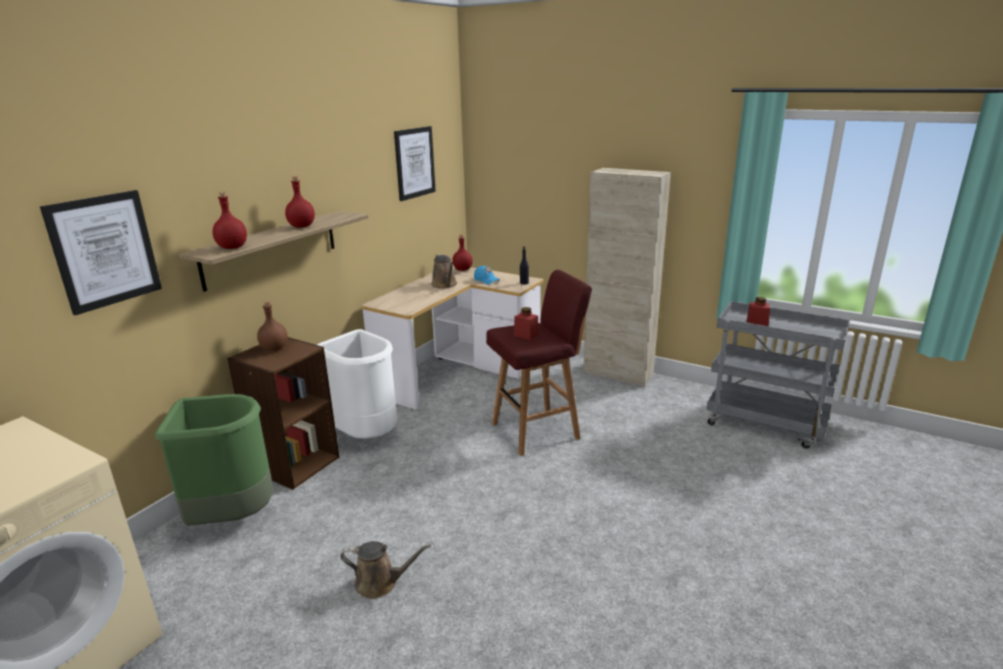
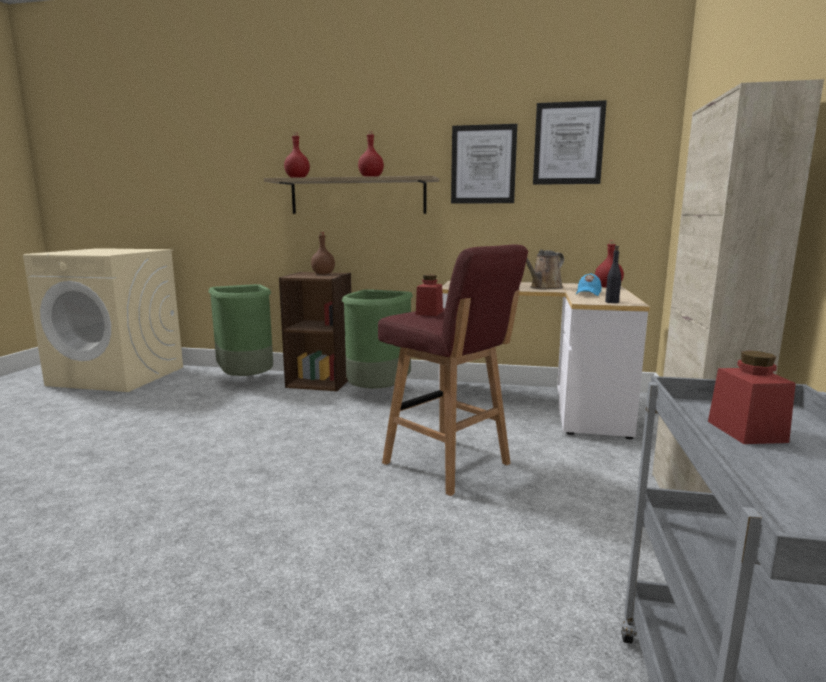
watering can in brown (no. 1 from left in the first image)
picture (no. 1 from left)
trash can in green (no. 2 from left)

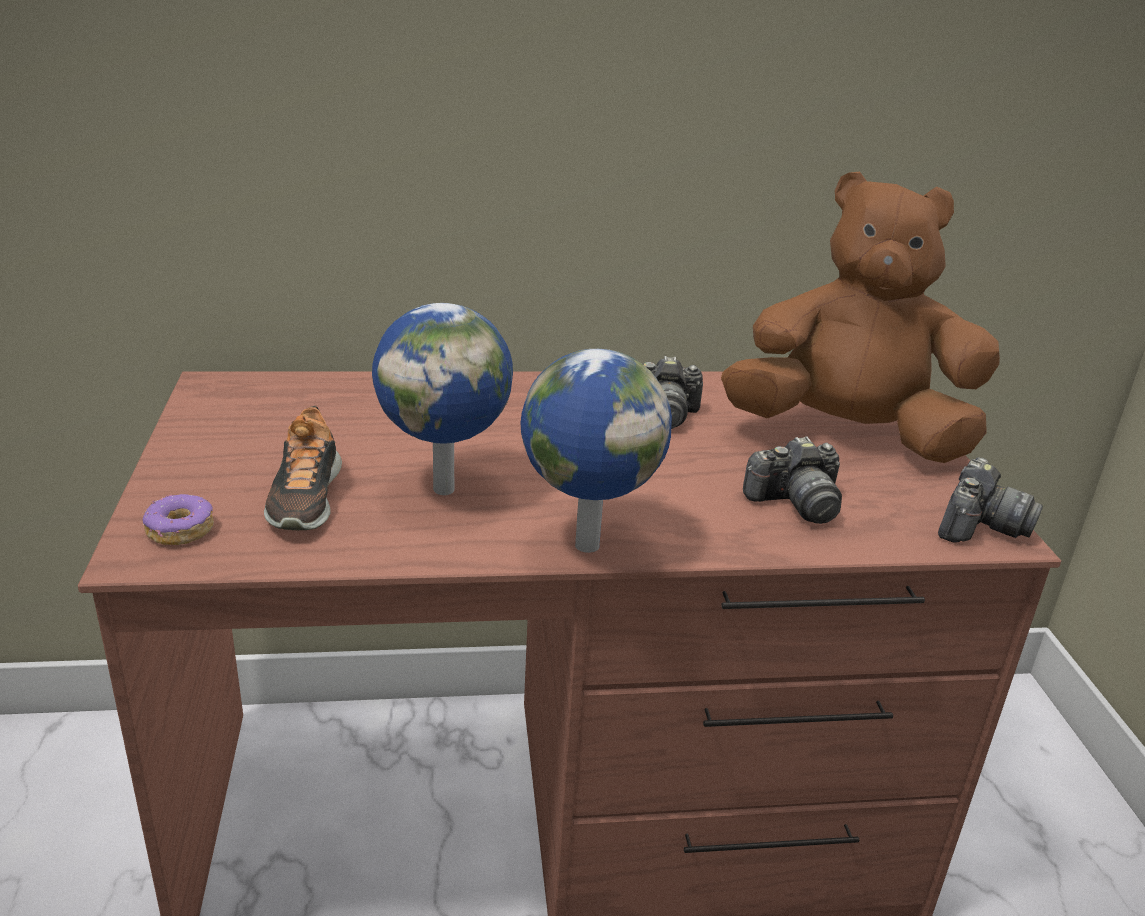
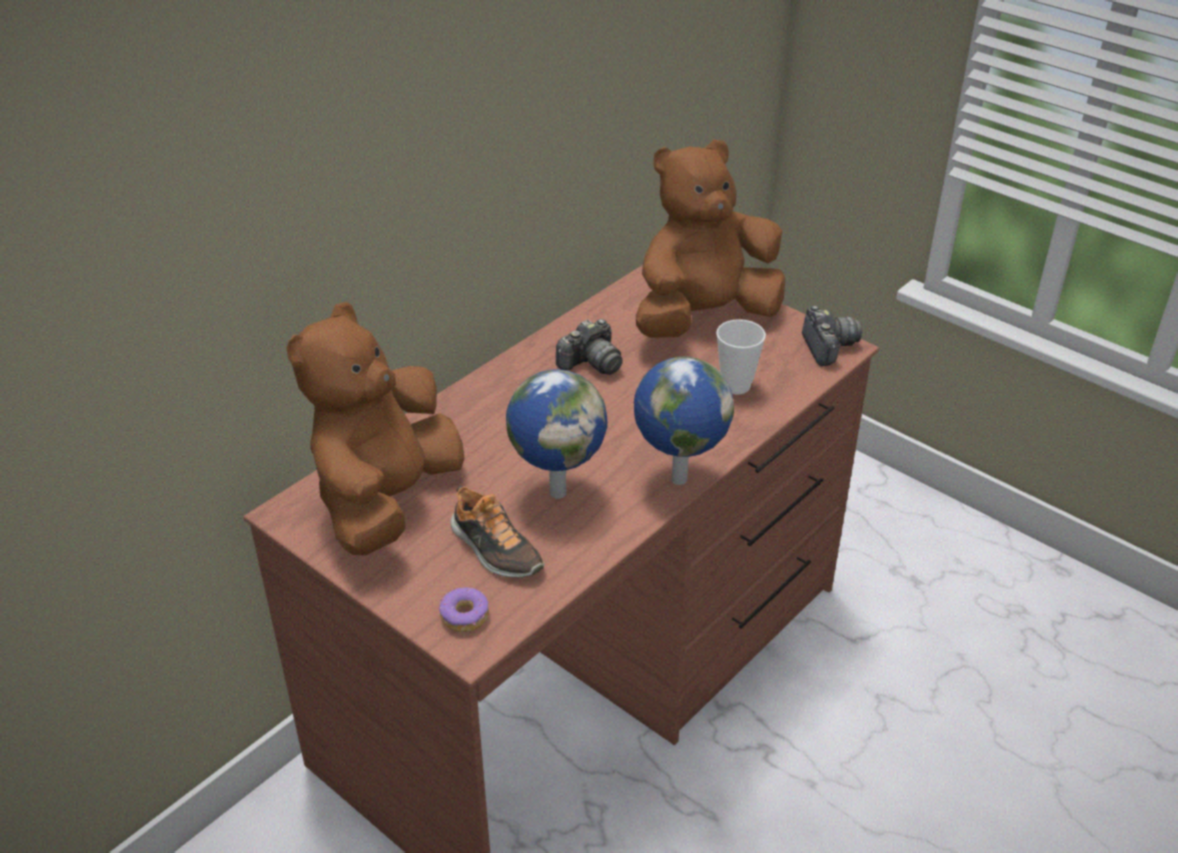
plush toy in brown (no. 1 from left)
cup

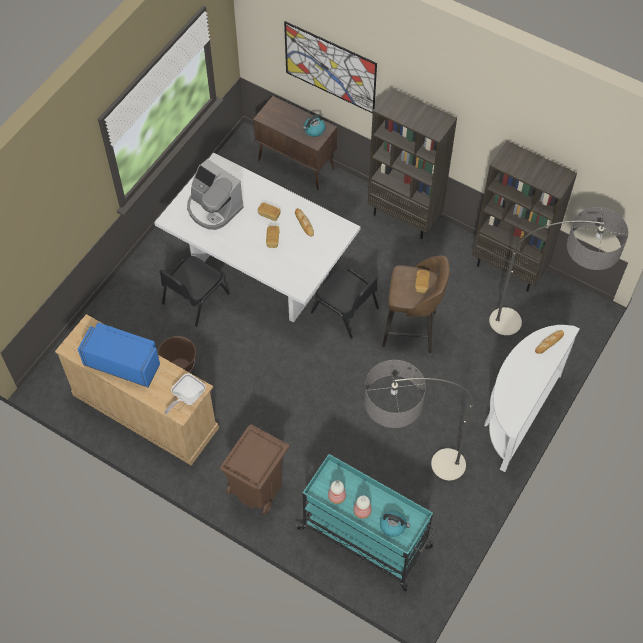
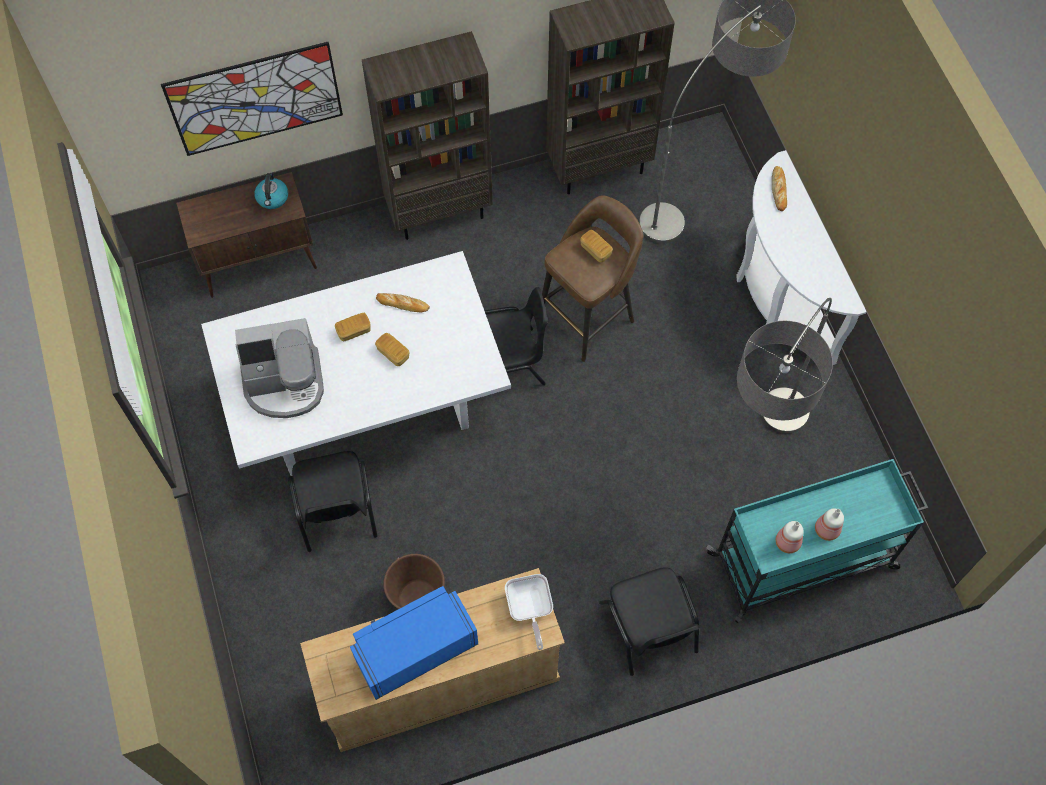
kettle (no. 2 from left in the first image)
chair in black (no. 3 from left)

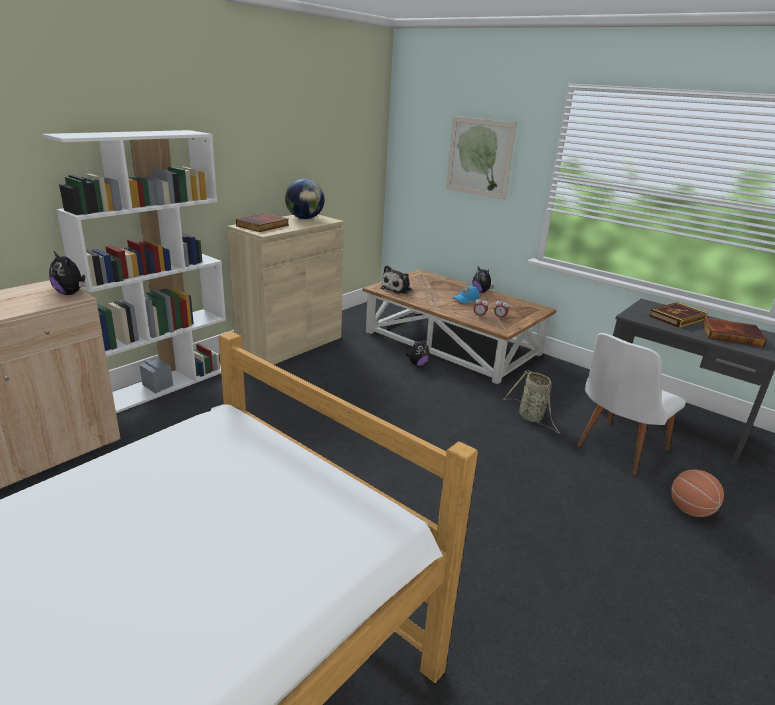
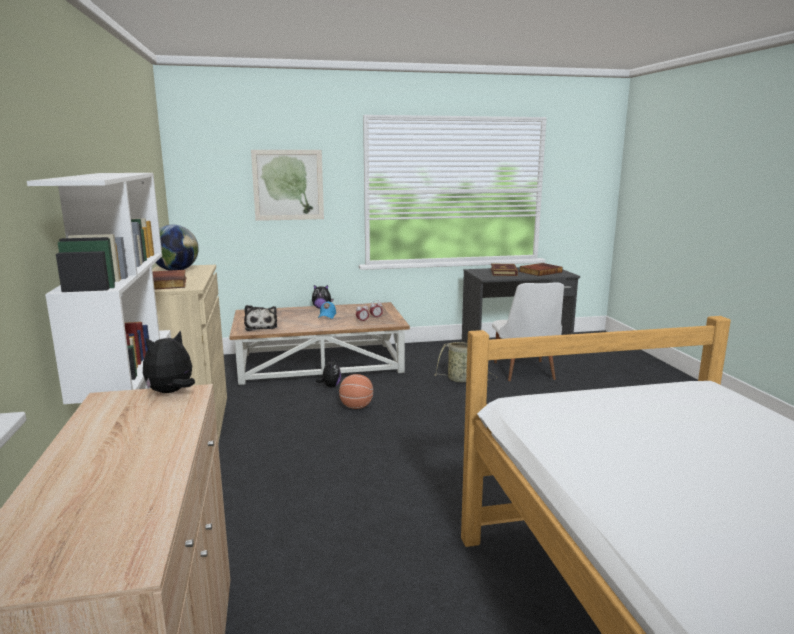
basketball
plush toy (no. 1 from left)

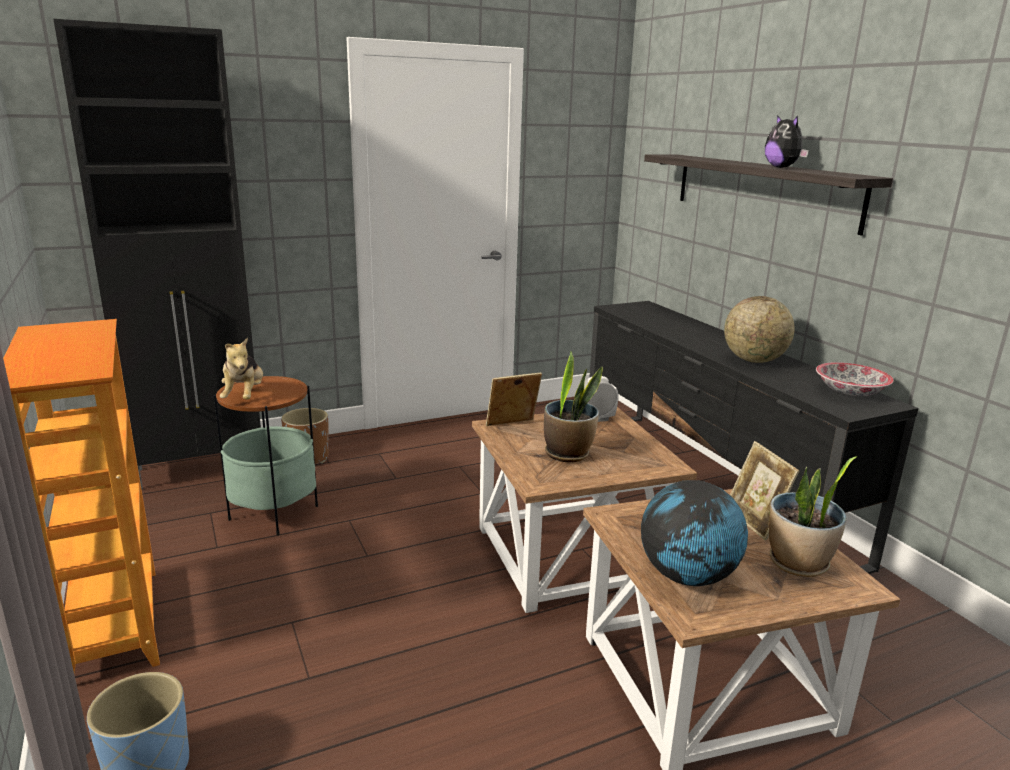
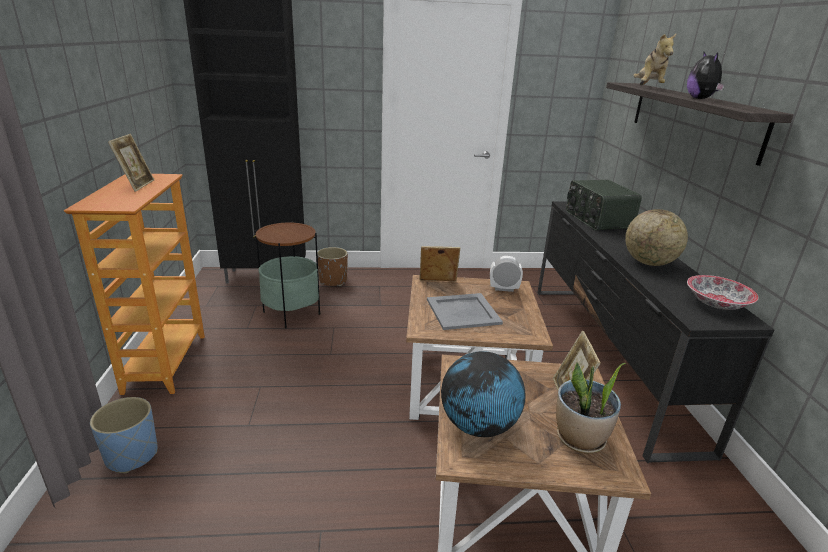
picture frame (no. 1 from left)
radio
plush toy (no. 1 from left)
tray in grey

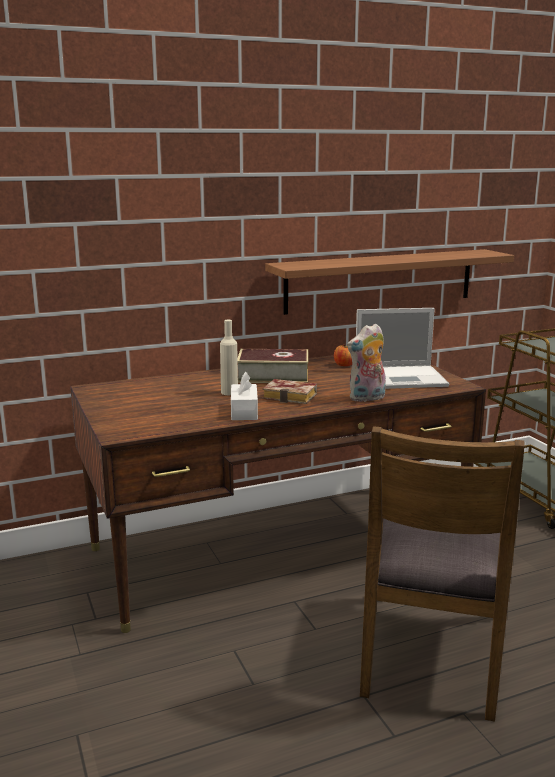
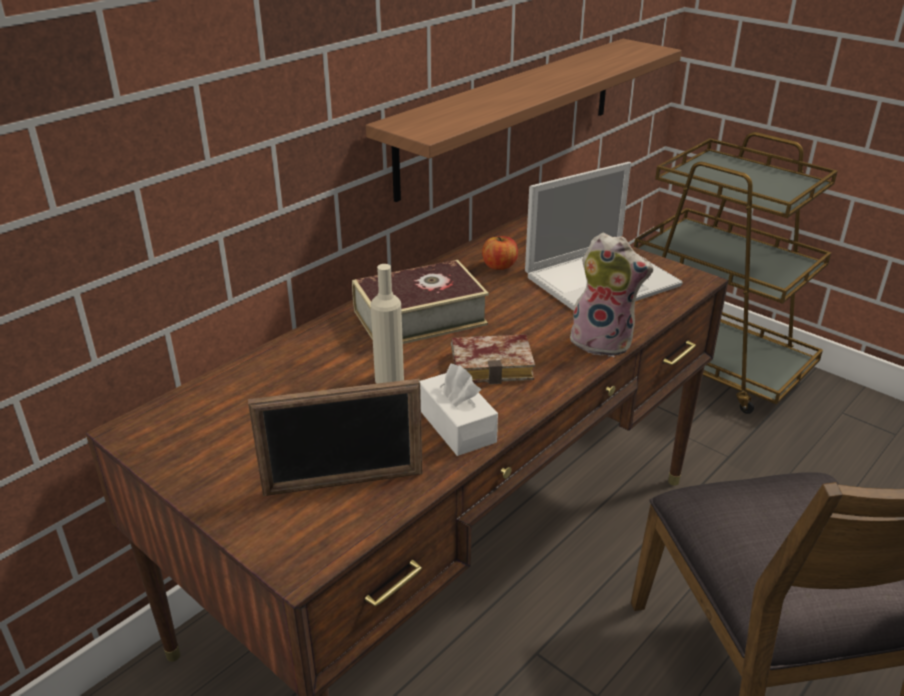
picture frame
plush toy

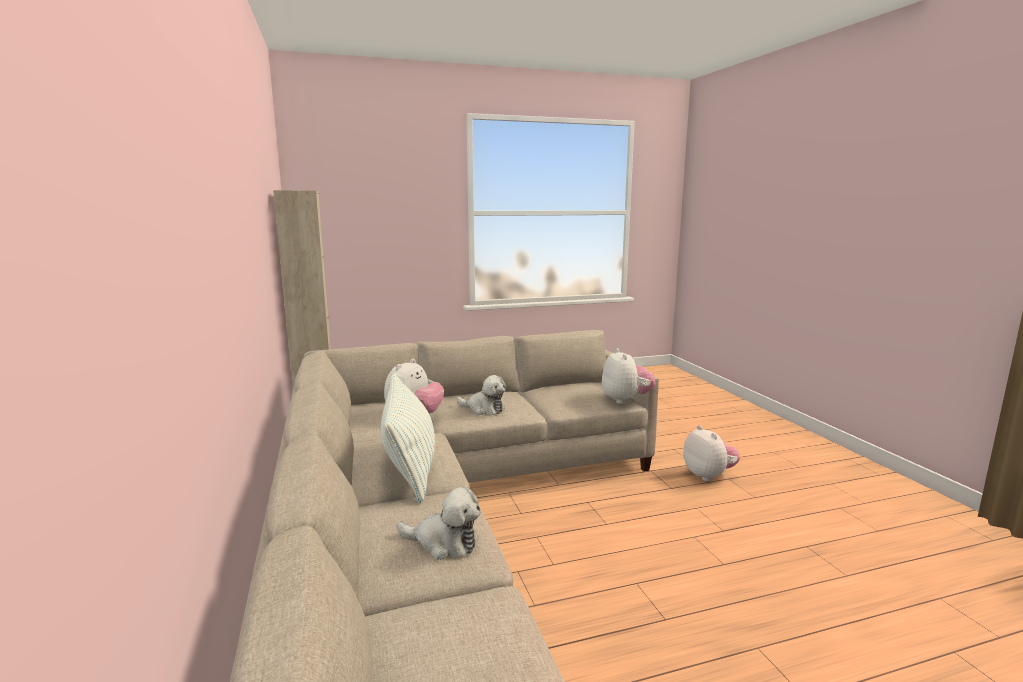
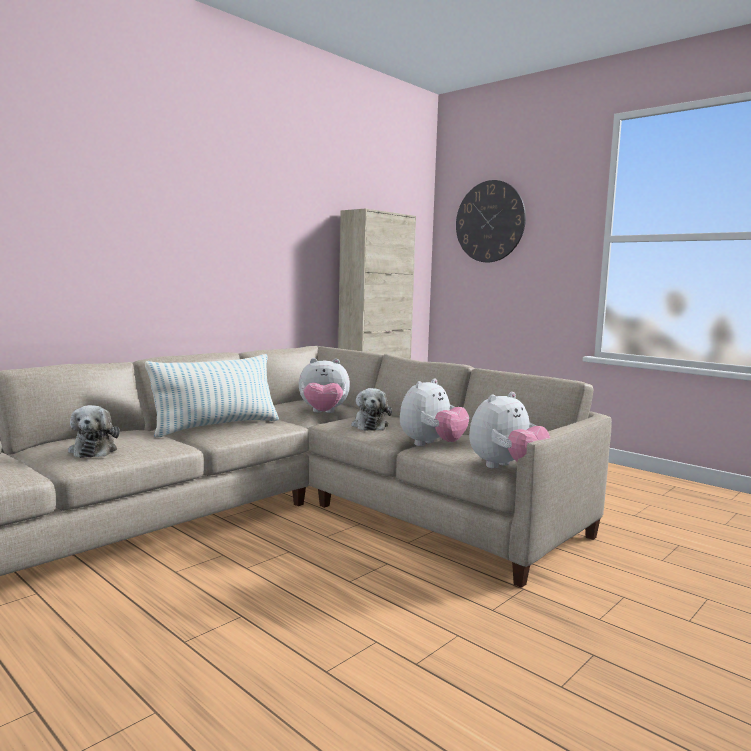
wall clock
plush toy (no. 4 from left)

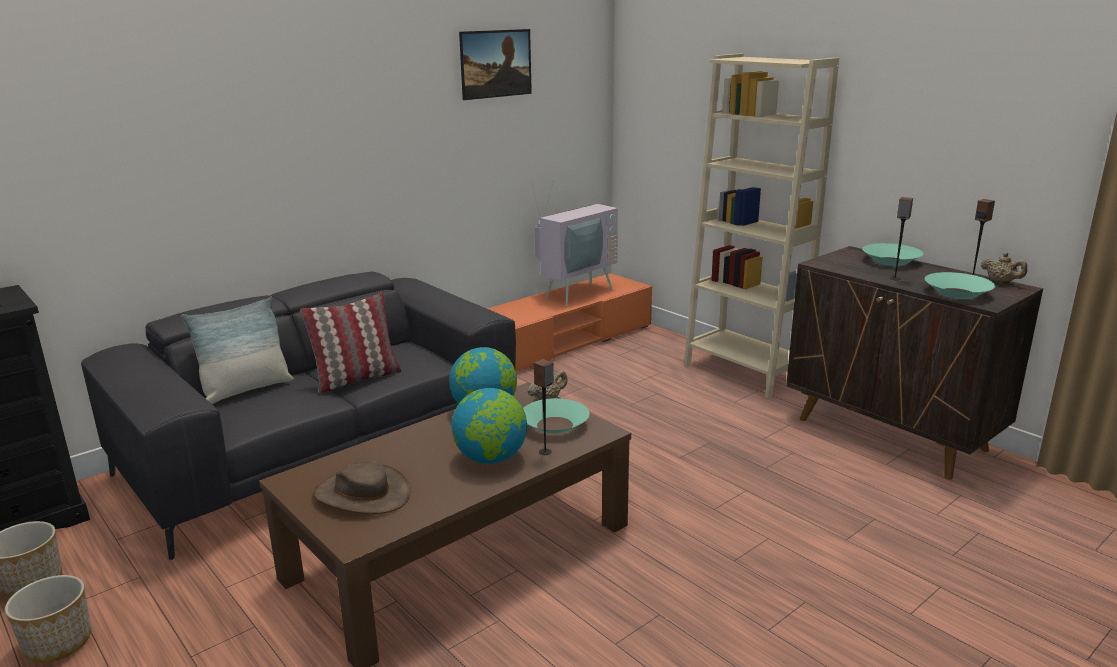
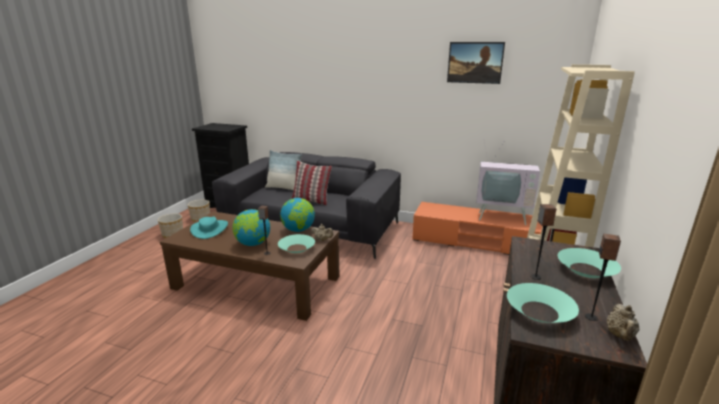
hat in turquoise

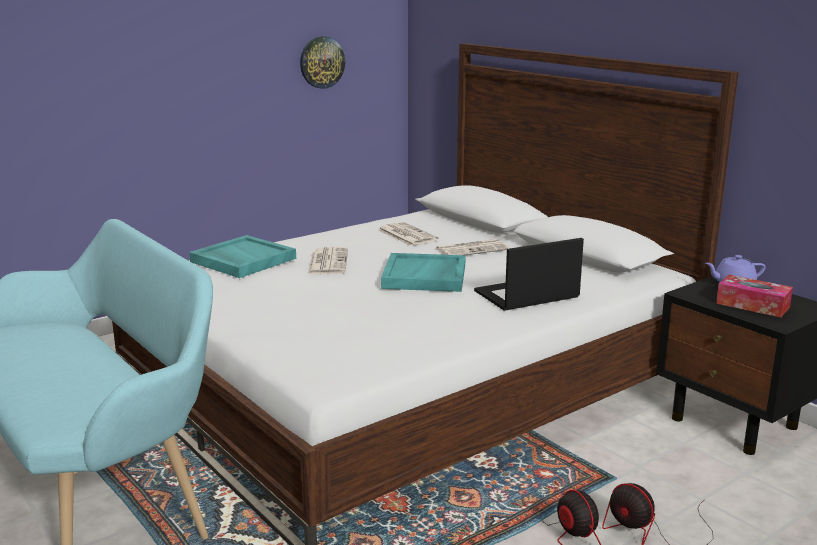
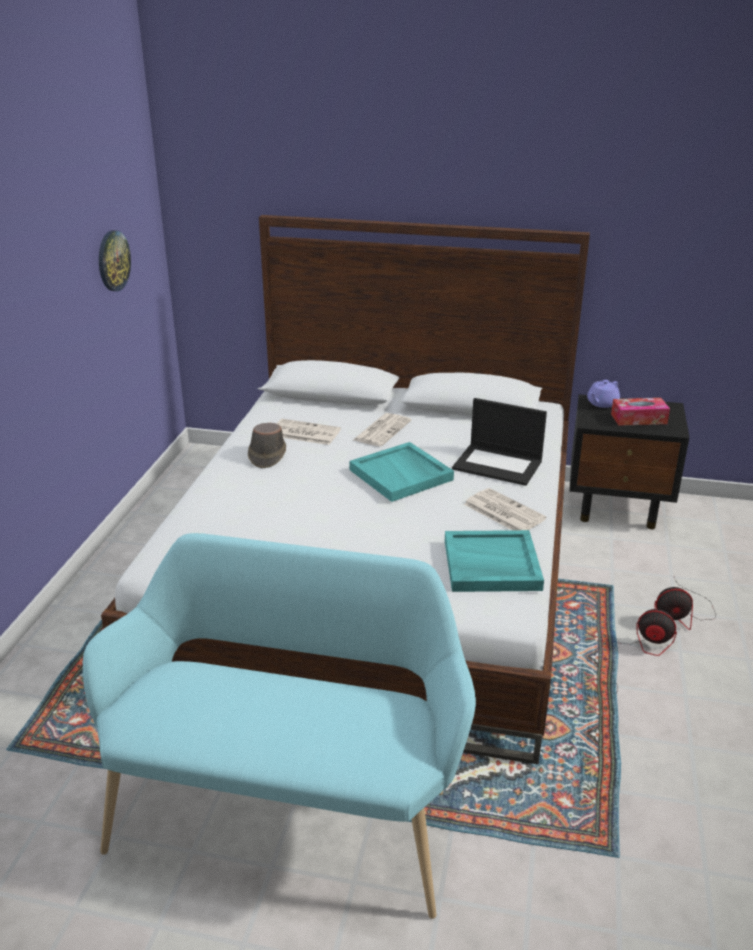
hat in brown
tray in turquoise (no. 2 from left)
newspaper (no. 3 from left)
laptop

